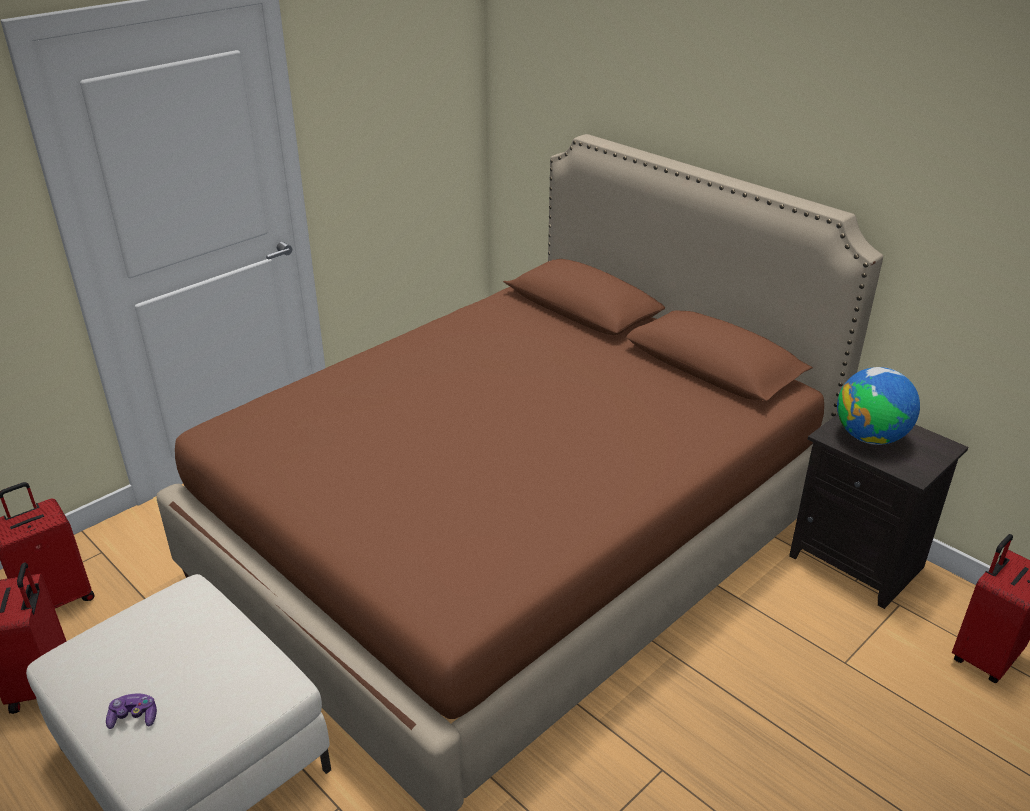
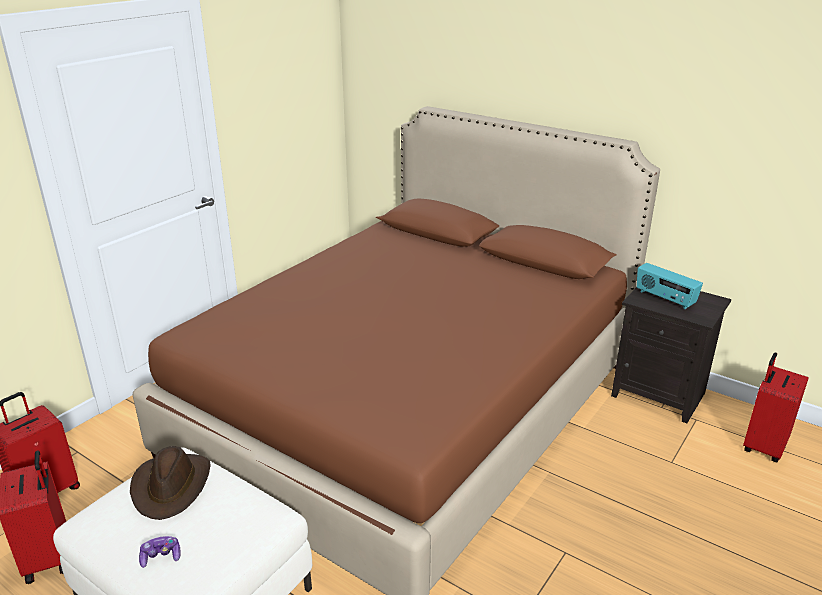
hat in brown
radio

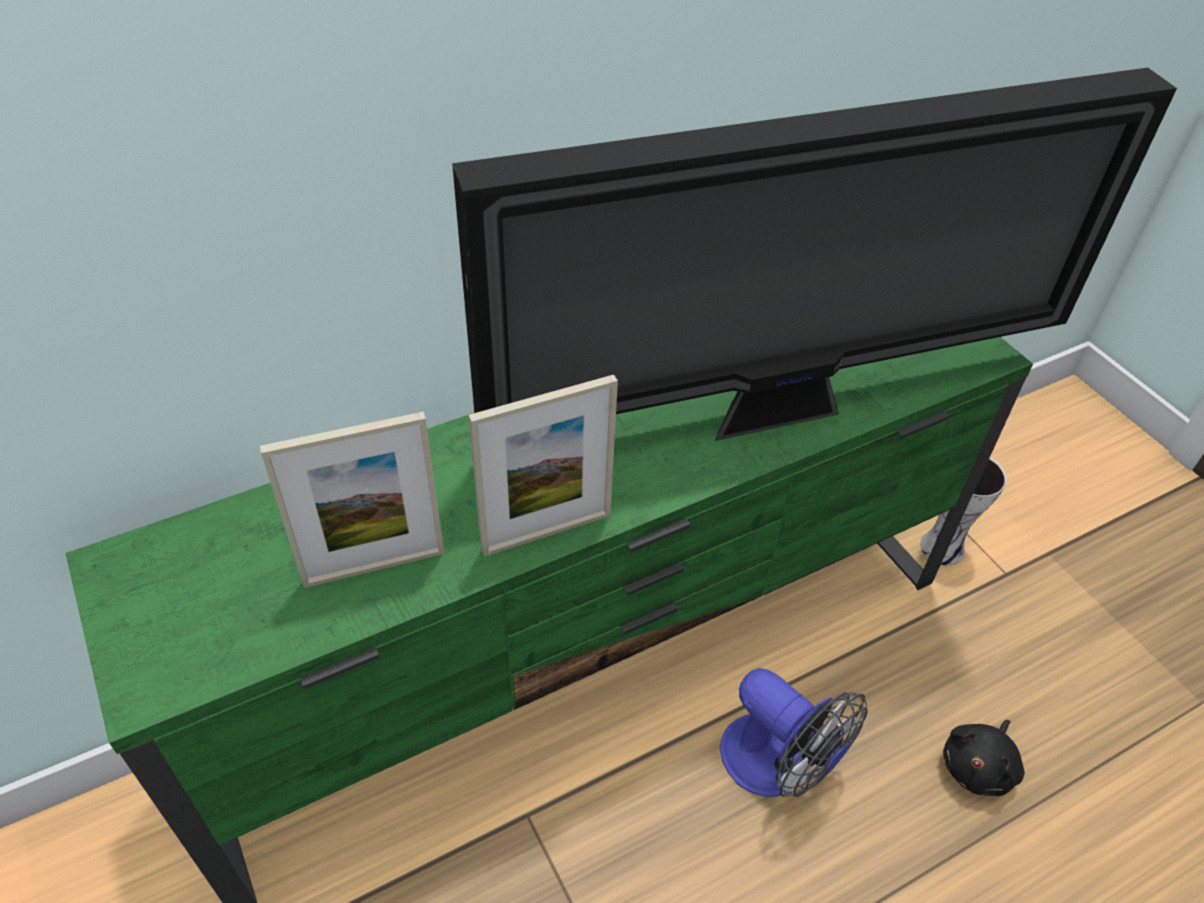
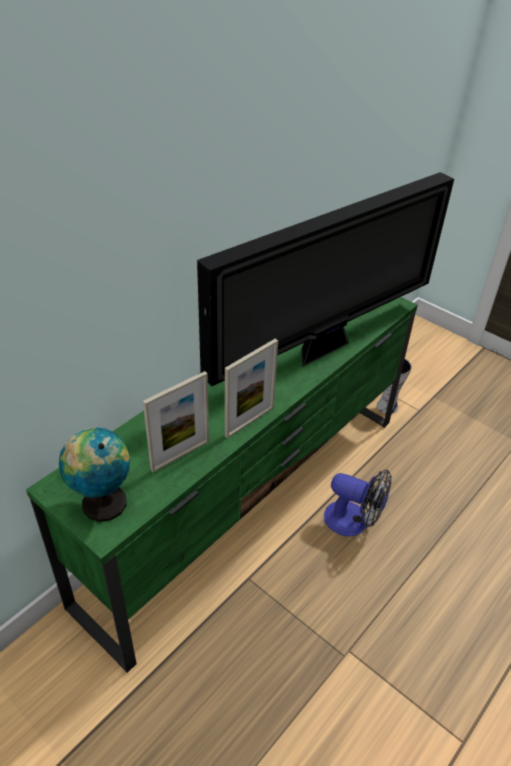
plush toy in black
globe

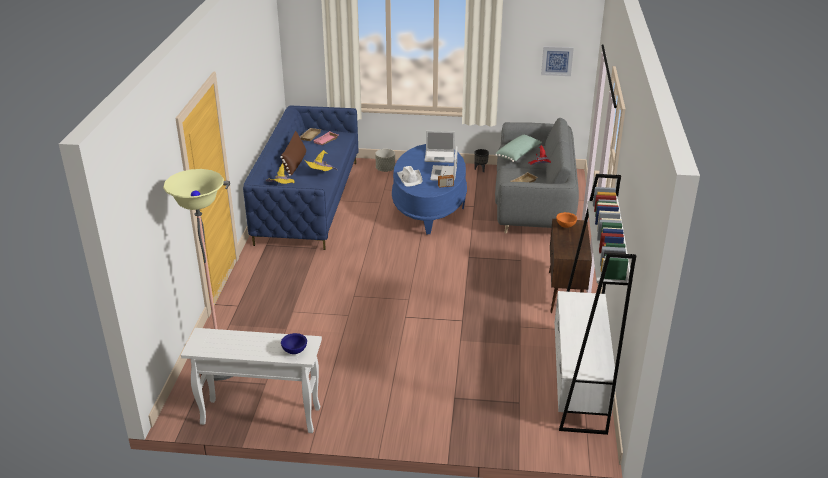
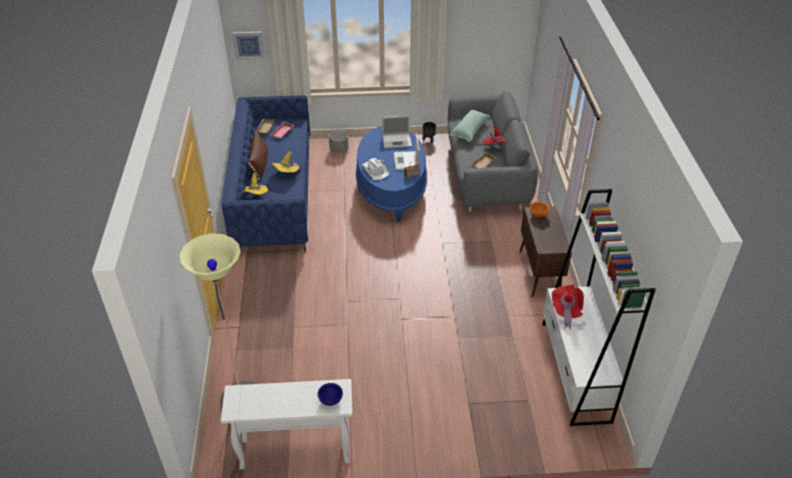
hat in red (no. 2 from left)
picture

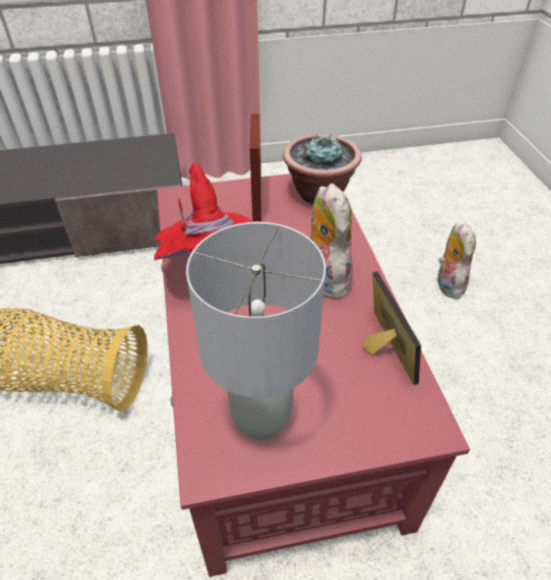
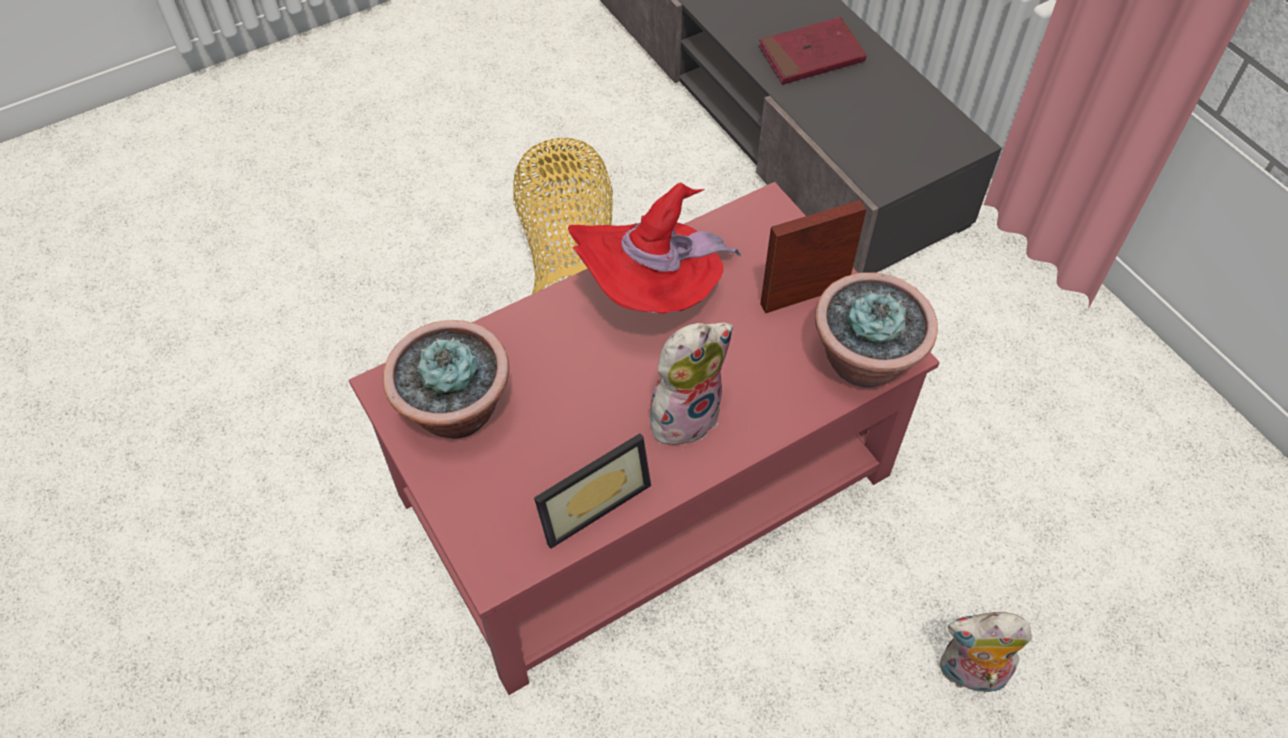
book in red
potted plant (no. 1 from left)
plush toy (no. 2 from left)

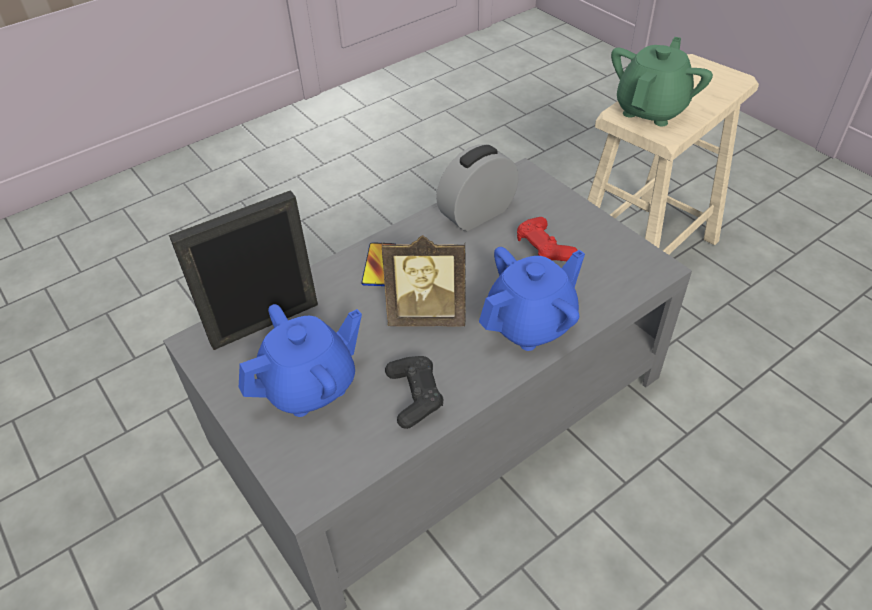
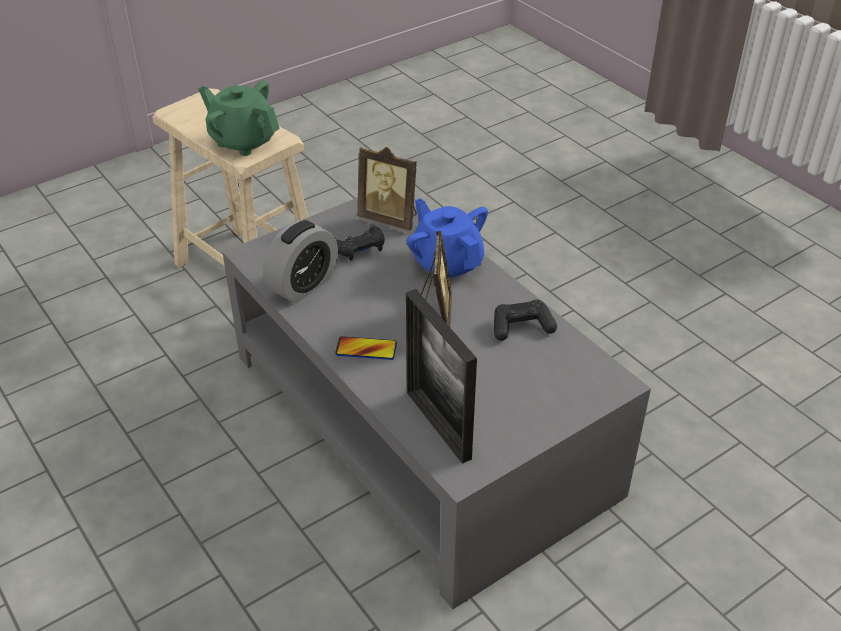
teapot in blue (no. 1 from left in the first image)
picture frame (no. 1 from left)
game controller in black (no. 1 from left)
alarm clock

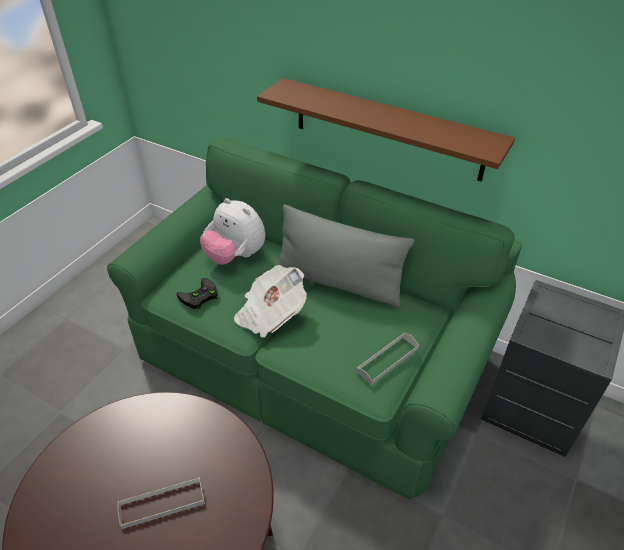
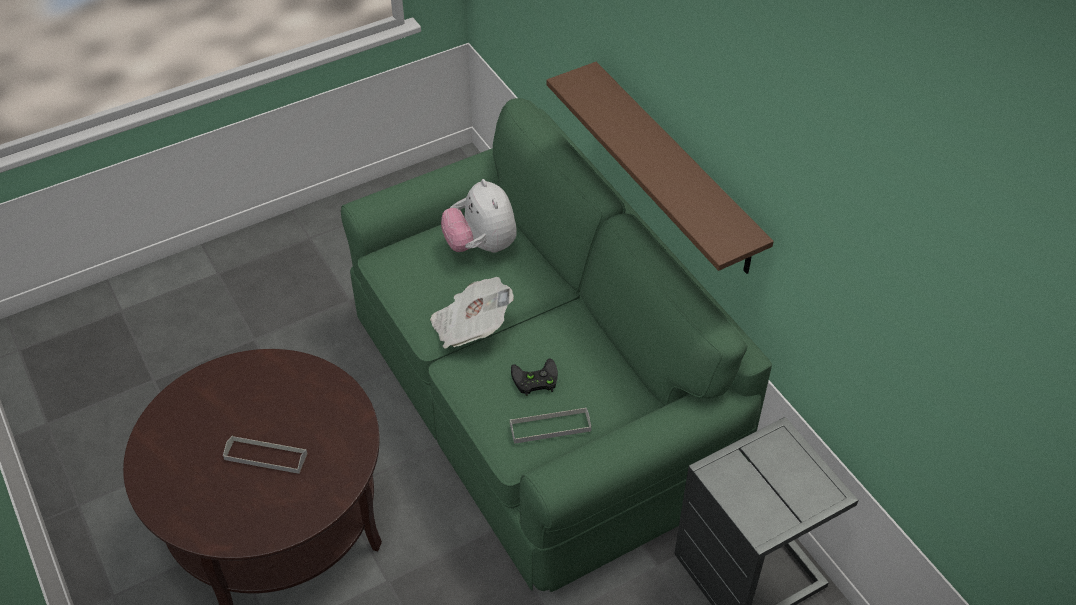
pillow in grey
game controller in black

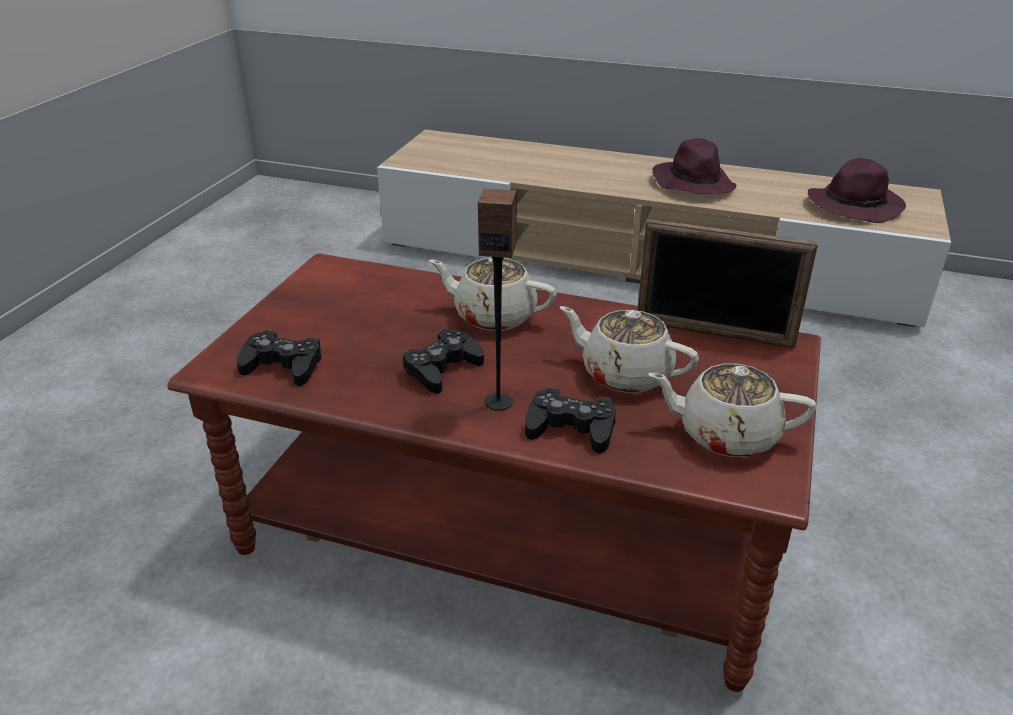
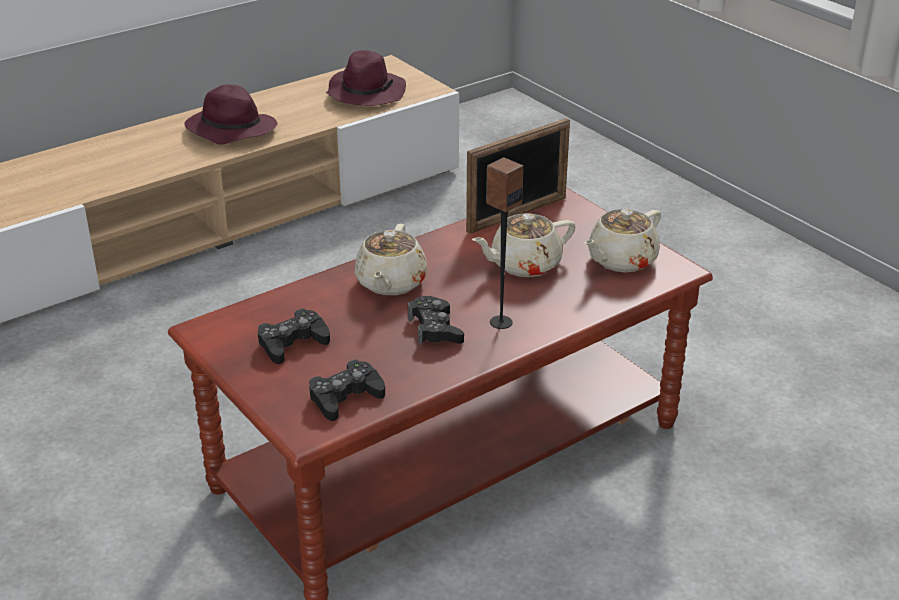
game controller in black (no. 1 from left)
teapot in beige (no. 1 from left)

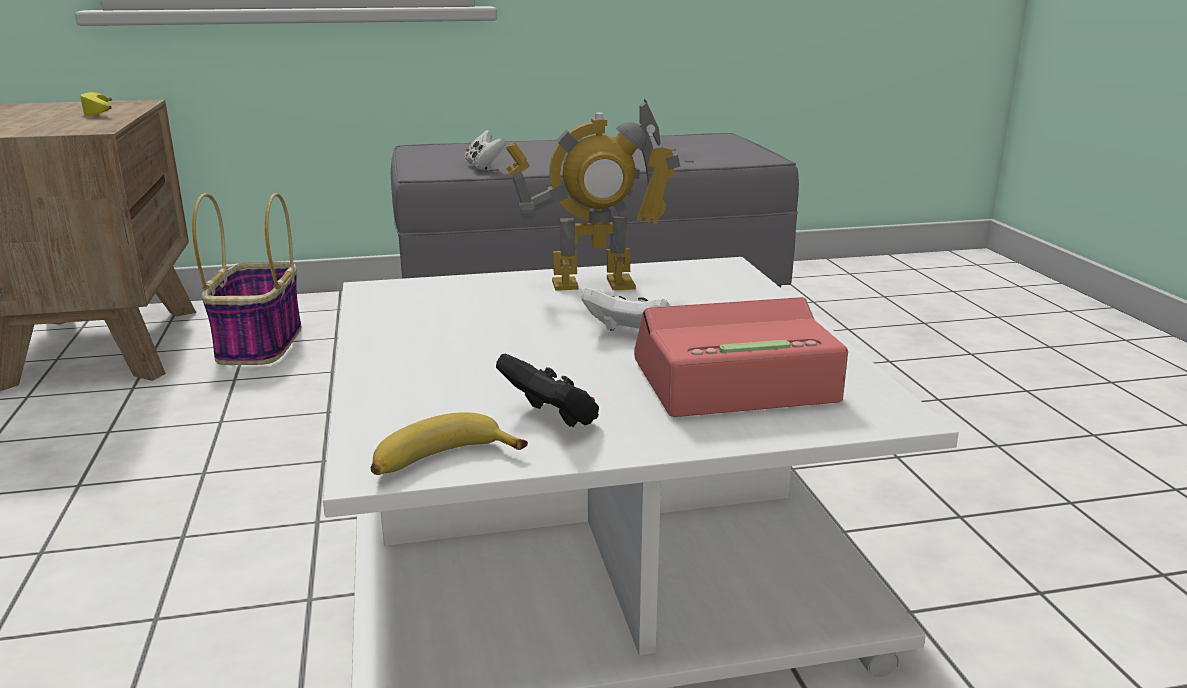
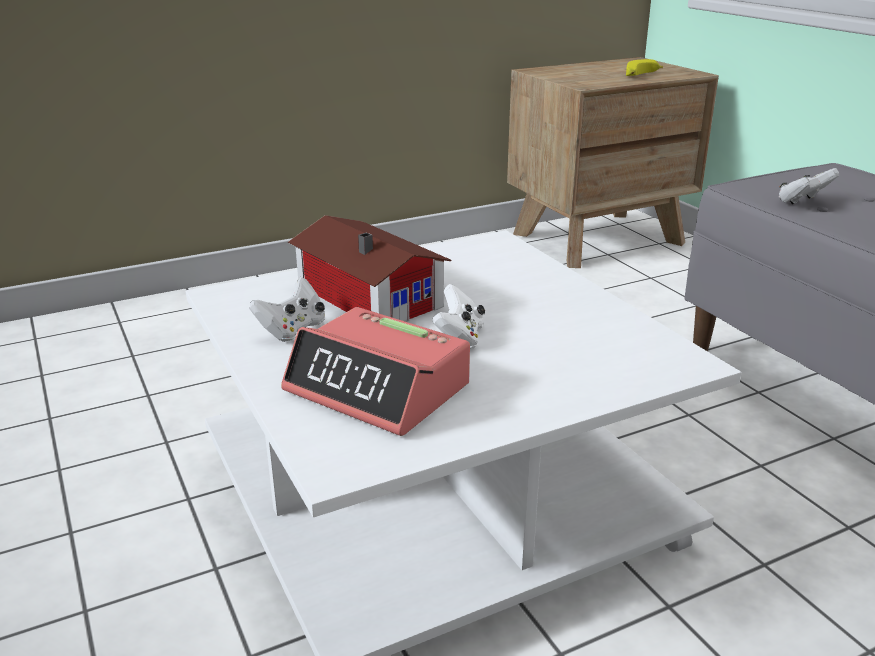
basket
banana (no. 2 from left in the first image)
toy robot
toy house
game controller in white (no. 1 from left)
alarm clock

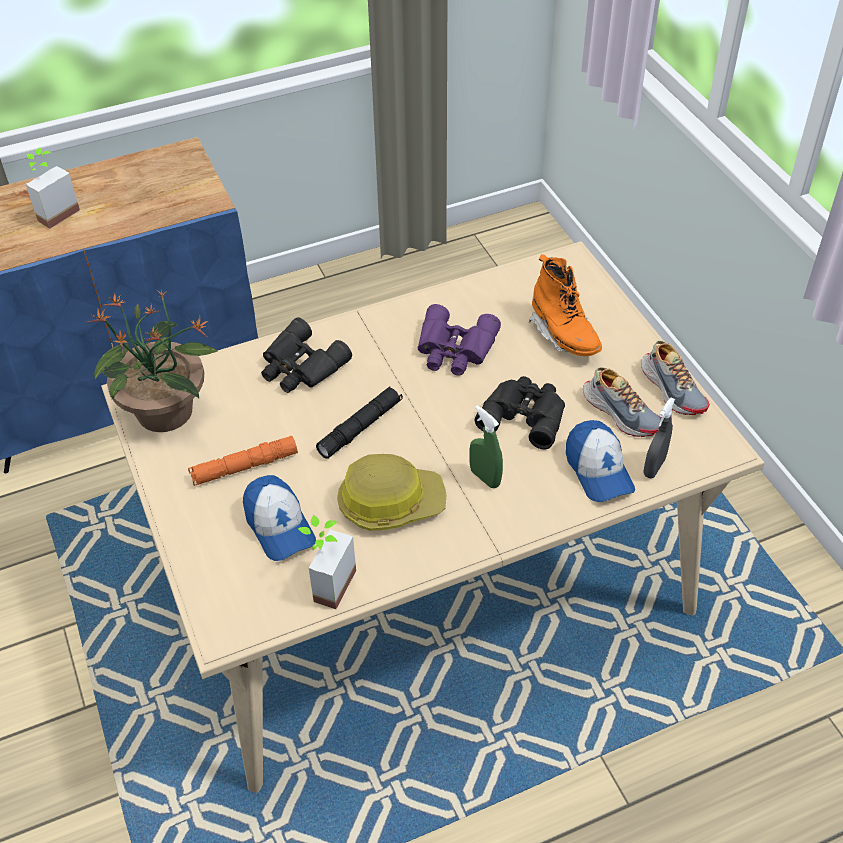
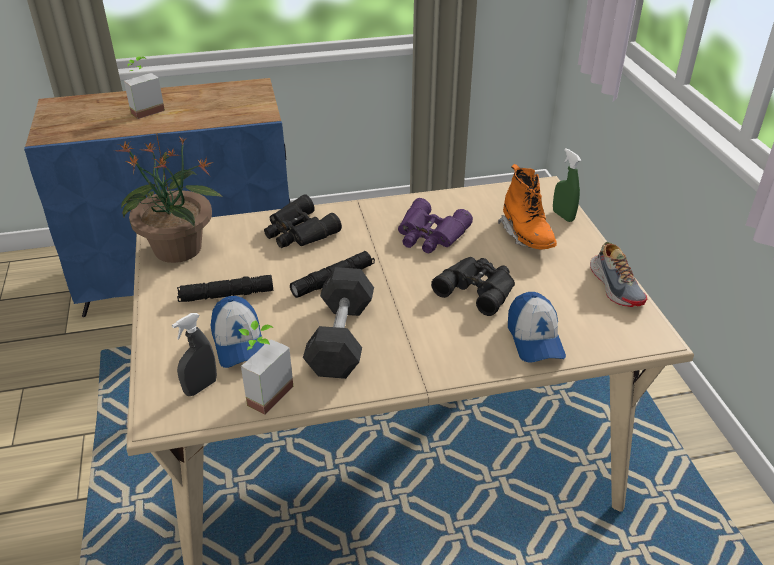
shoe (no. 1 from left in the first image)
spray bottle in green
spray bottle in grey
dumbbell in grey
flashlight in black (no. 1 from left)

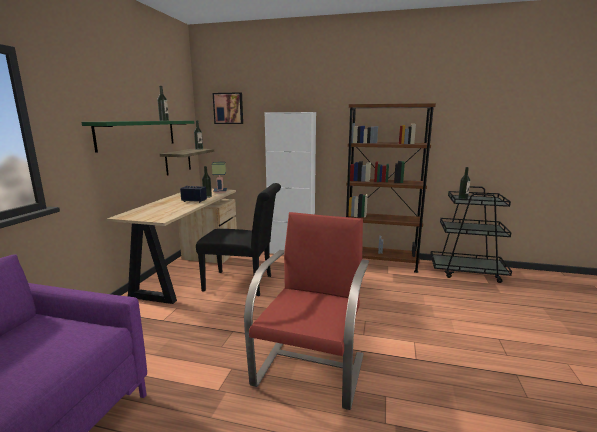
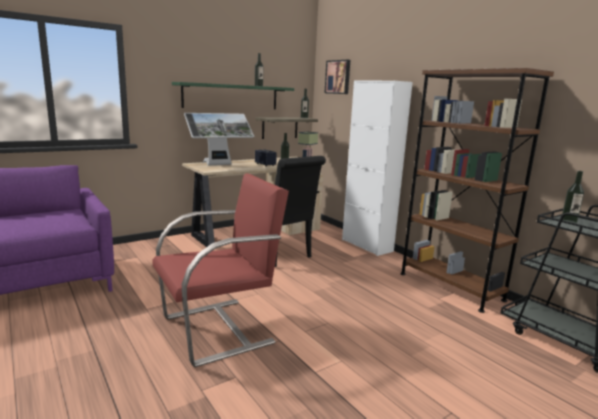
monitor

